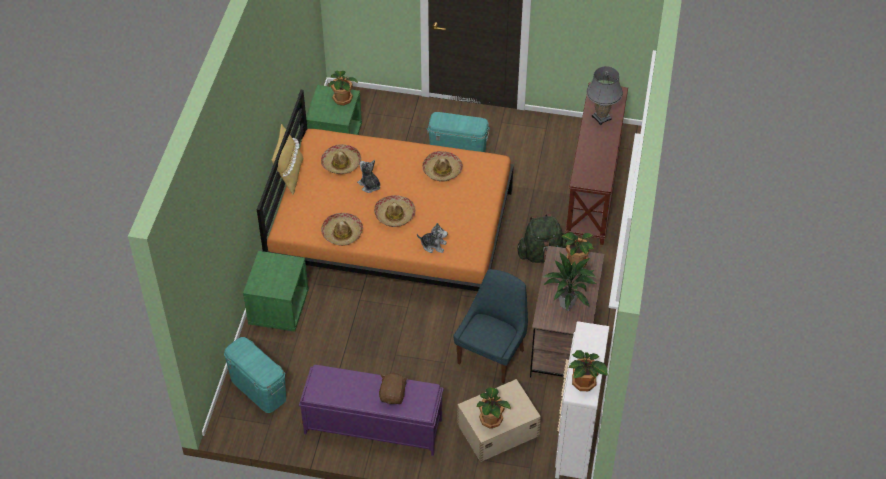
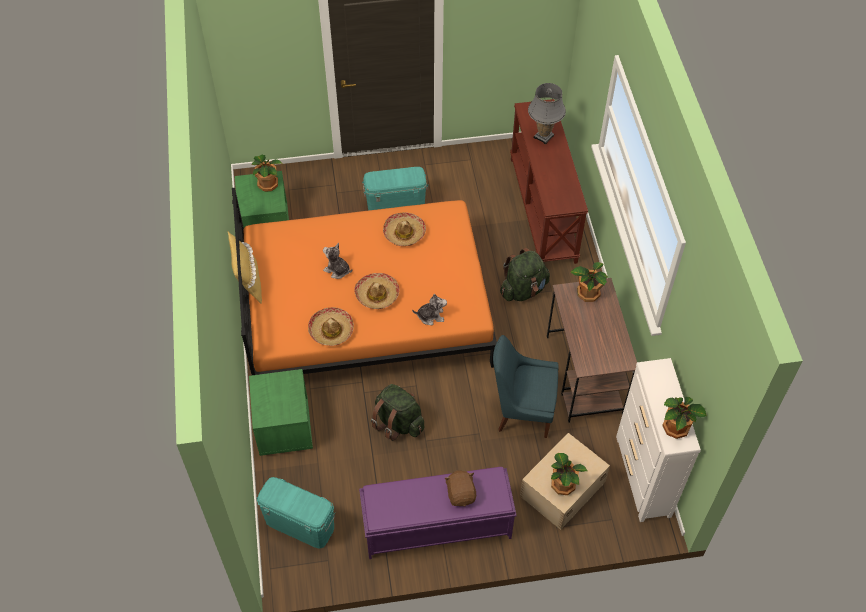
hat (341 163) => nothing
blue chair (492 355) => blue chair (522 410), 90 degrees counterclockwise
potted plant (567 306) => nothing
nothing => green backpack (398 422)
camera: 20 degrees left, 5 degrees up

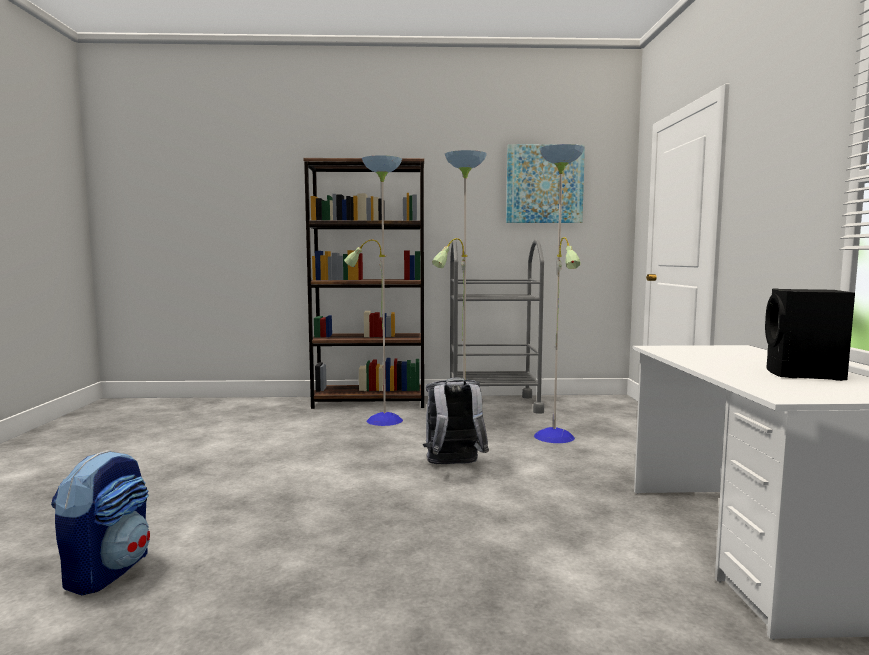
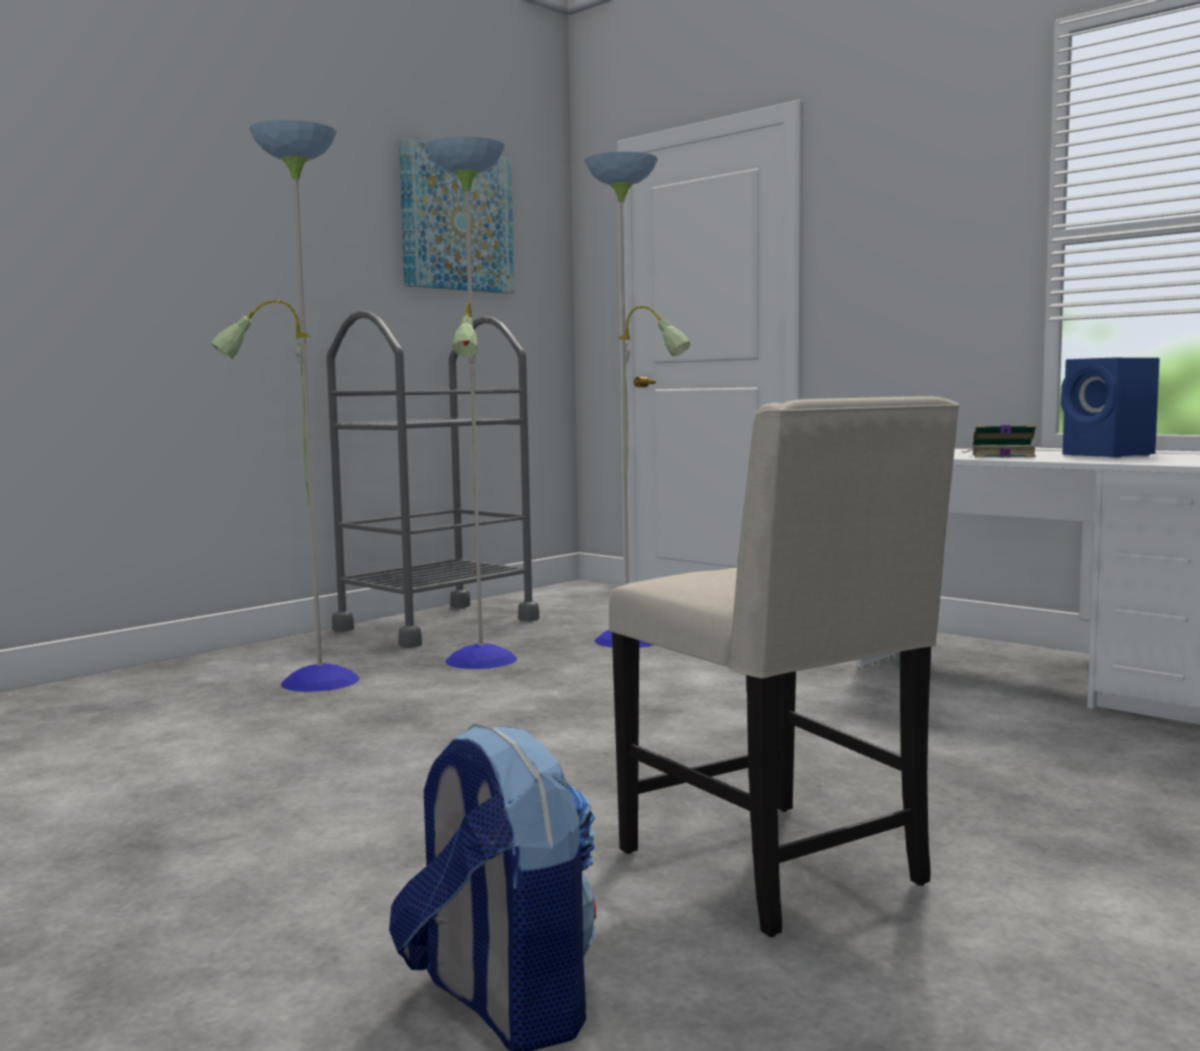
brown bookcase (370 402) => nothing
grey backpack (454 465) => nothing
black speaker (804 374) => blue speaker (1110 455)
nothing => beige chair (778 868)
nothing => book (1001 456)
camera: 45 degrees left, 0 degrees up

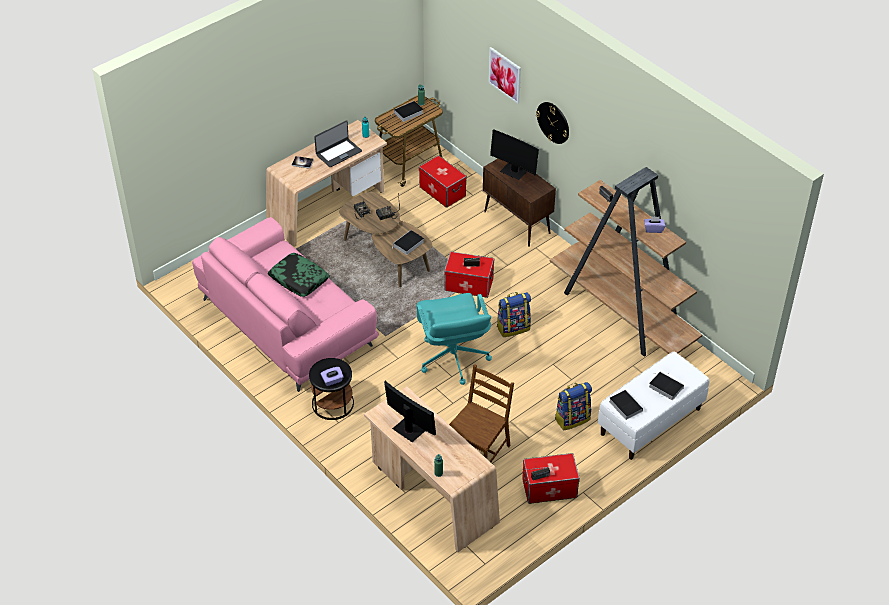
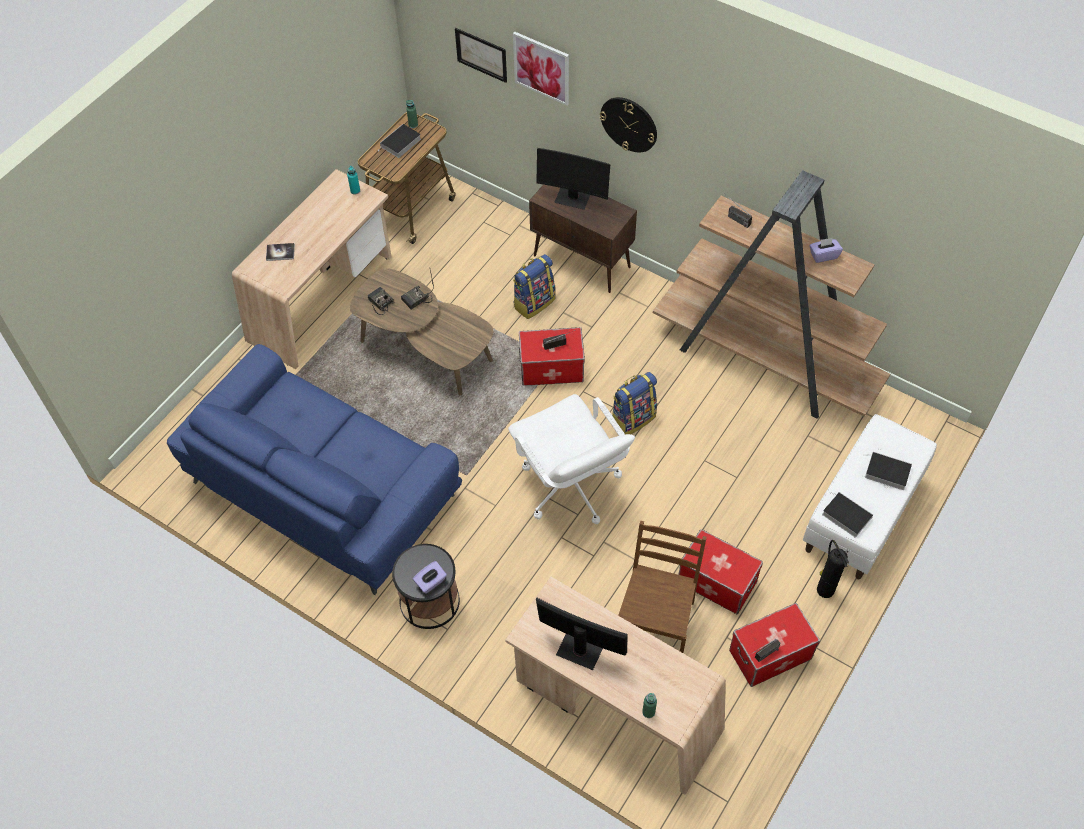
pink sofa (287 322) => blue sofa (323 488)
pillow (298 279) => nothing
laptop (338 153) => nothing
book (408 244) => nothing
turquoise office chair (453 359) => white office chair (570 487)
storage box (442 191) => storage box (717 581), shifted
backpack (572 418) => backpack (534 302), shifted
nothing => picture (481 54)
nothing => fire extinguisher (825 589)
camera: 15 degrees left, 10 degrees up

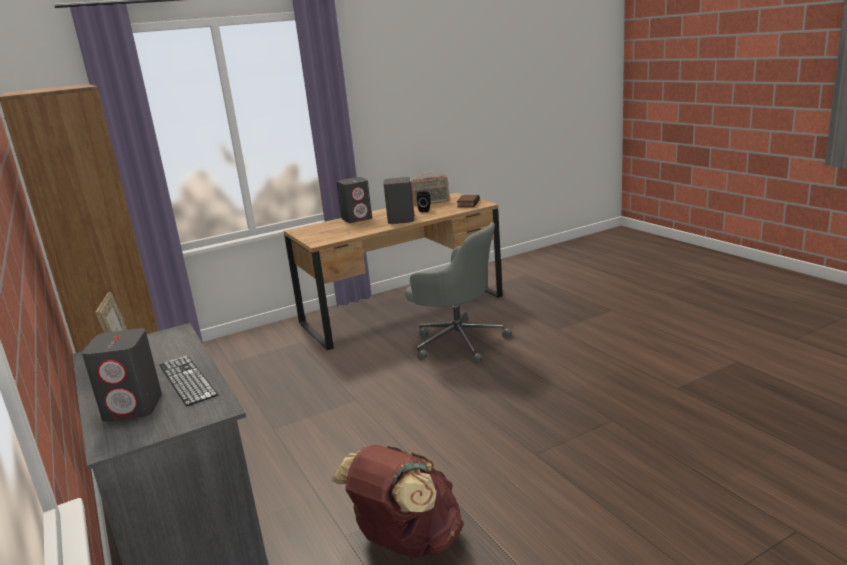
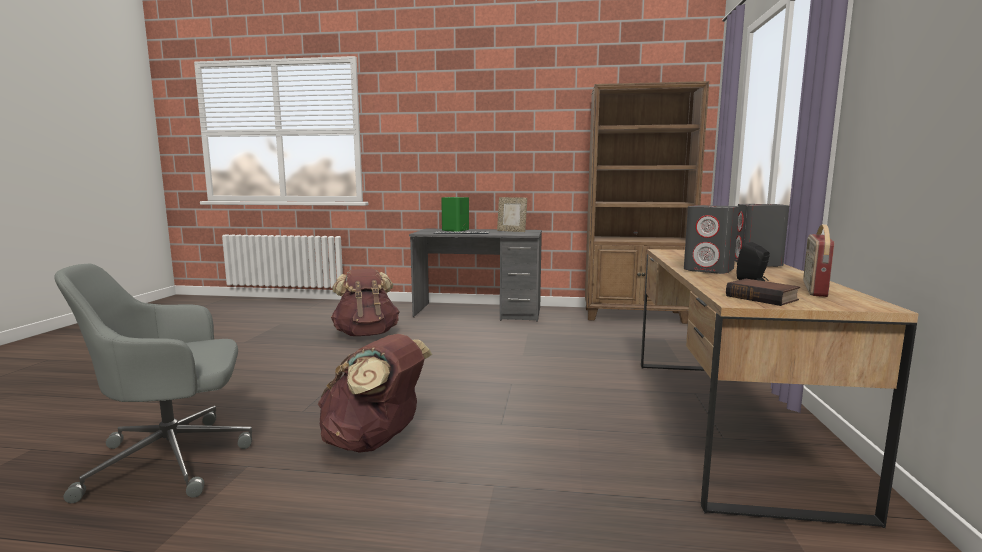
grey speaker (134 407) => green speaker (455 230)
grey office chair (457 342) => grey office chair (174 459), shifted
nothing => brown backpack (375 442)
camera: 125 degrees right, 10 degrees down

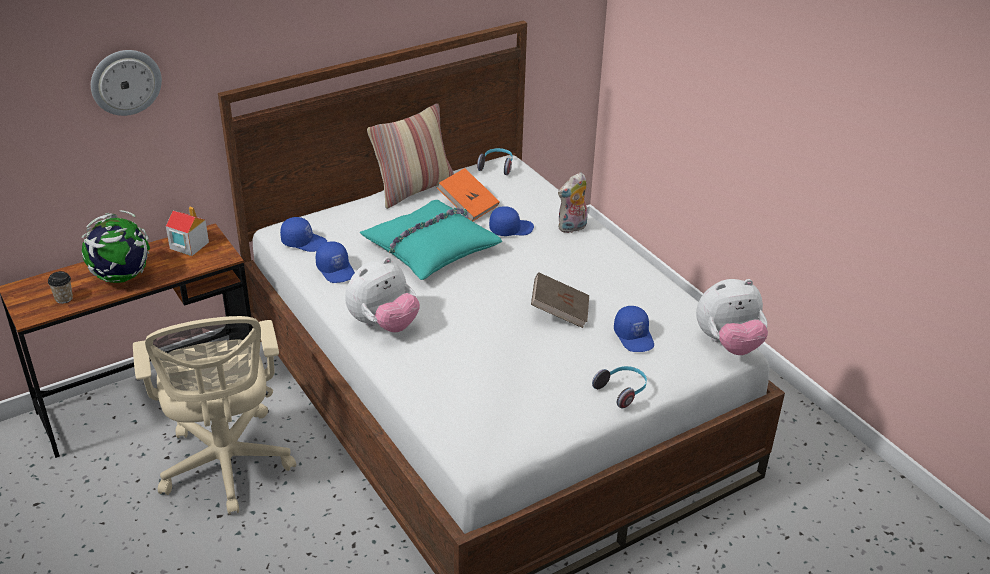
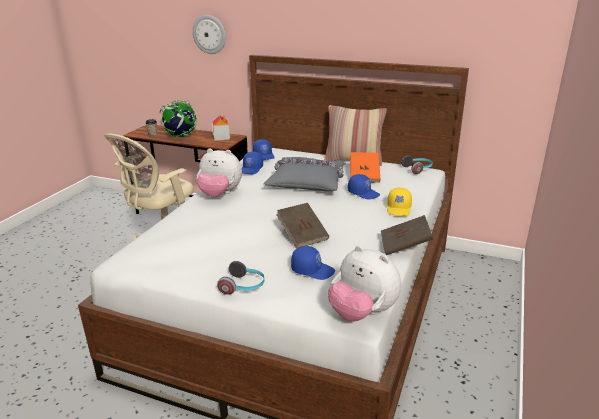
turquoise pillow (430 248) => grey pillow (307 181)
plush toy (572 228) => yellow cap (399 209)
blue cap (634 337) => blue cap (312 270), 105 degrees counterclockwise
nothing => brown book (404 246)
camera: 55 degrees right, 10 degrees down

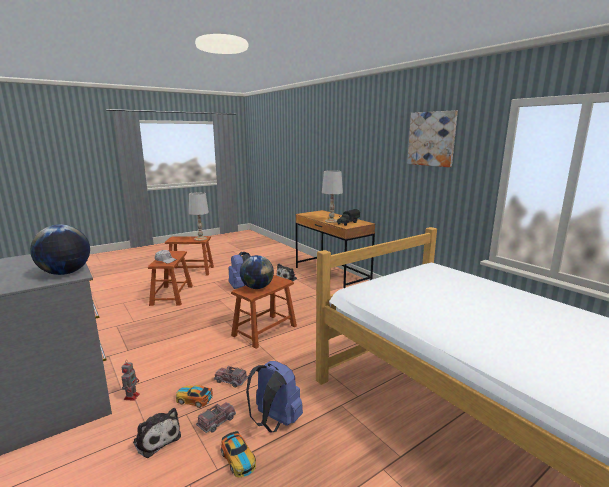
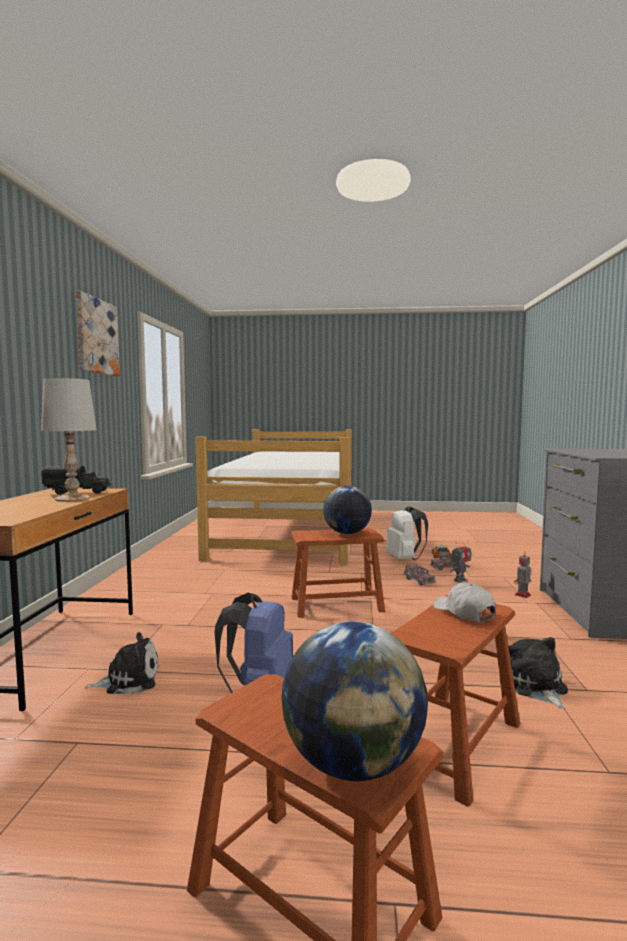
globe (65 273) => globe (353 763), shifted
plush toy (156 438) => plush toy (534 686), shifted
toy car (194 399) => toy robot (460 580)
white table lamp (200 238) => nothing
blue backpack (274 422) => white backpack (404 559)
camera: 140 degrees left, 10 degrees down

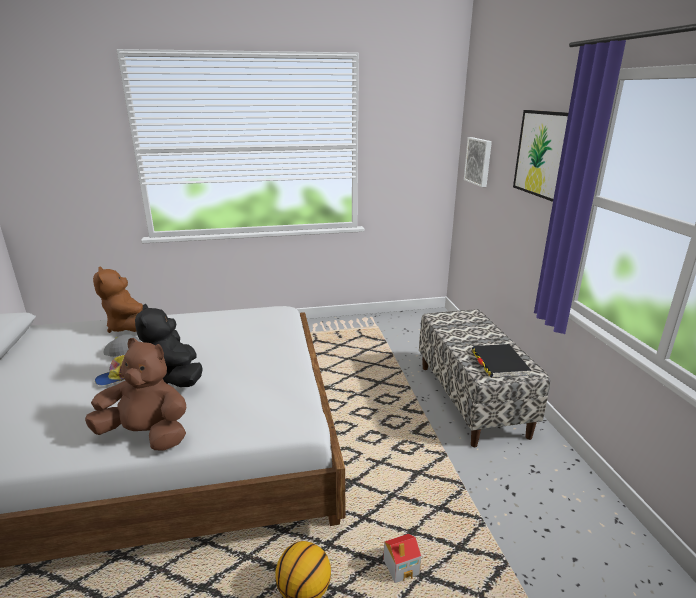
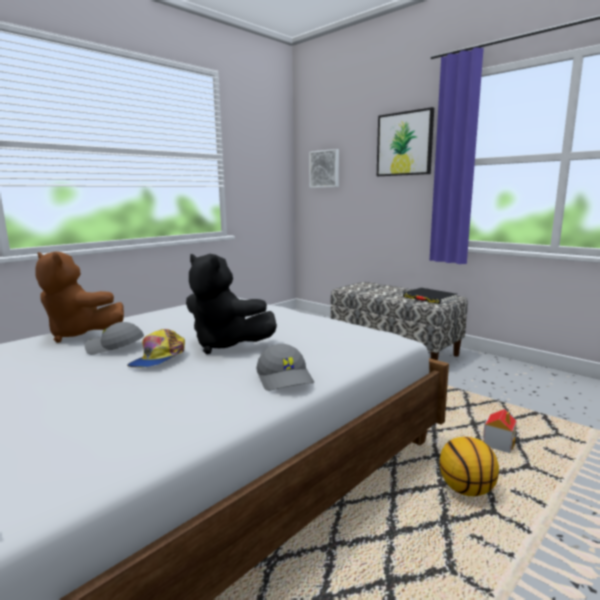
brown plush toy (147 434) => grey cap (285 378)
camera: 35 degrees left, 10 degrees down

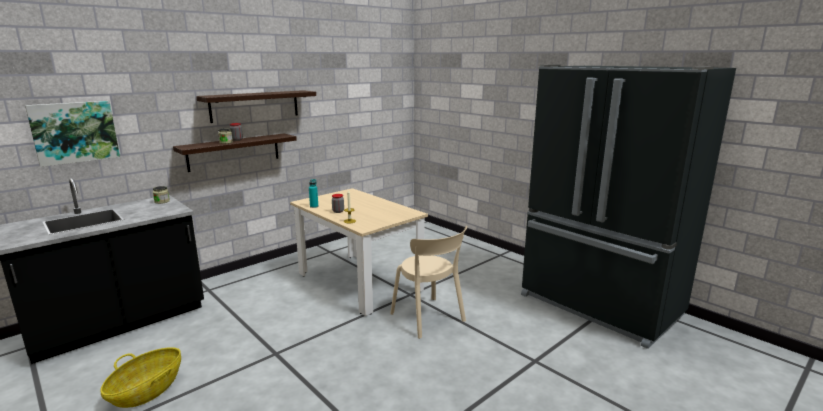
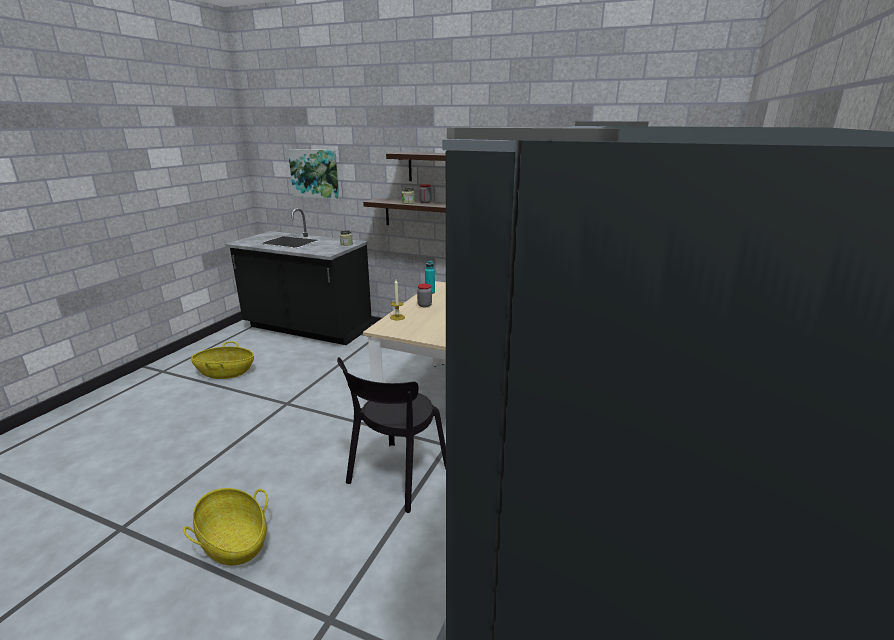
beige chair (429 319) => black chair (395 478)
nothing => basket (234 542)
camera: 65 degrees right, 5 degrees up

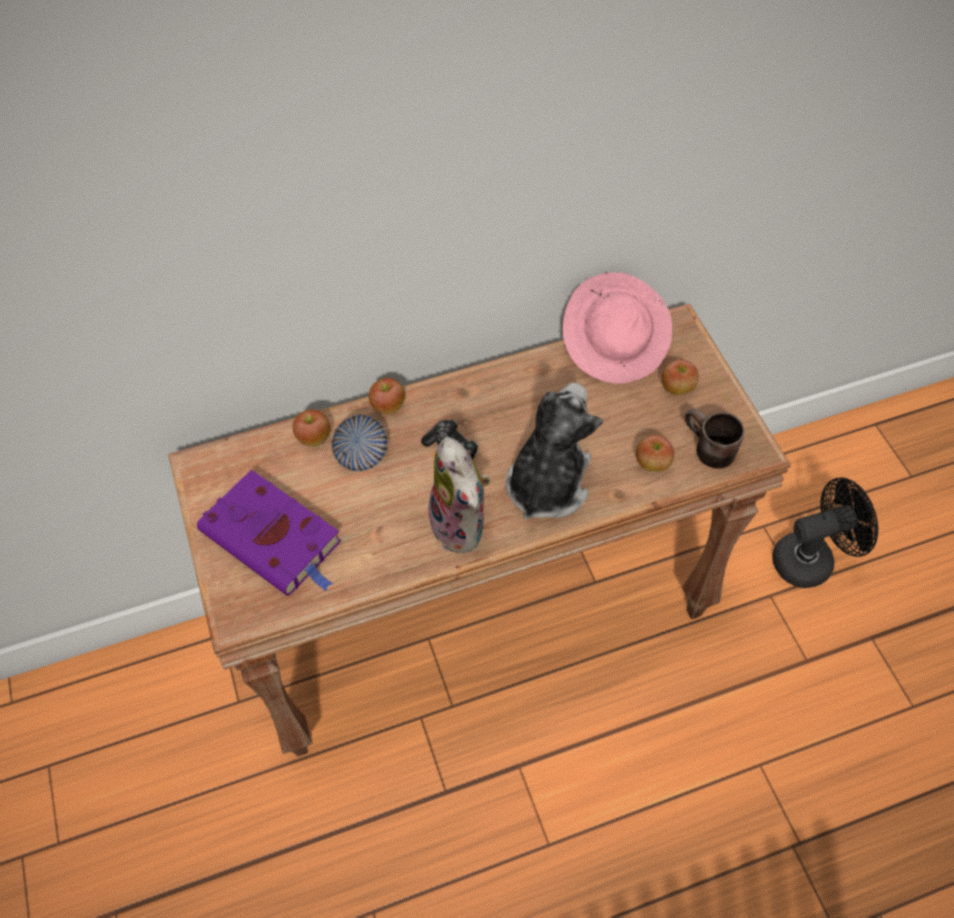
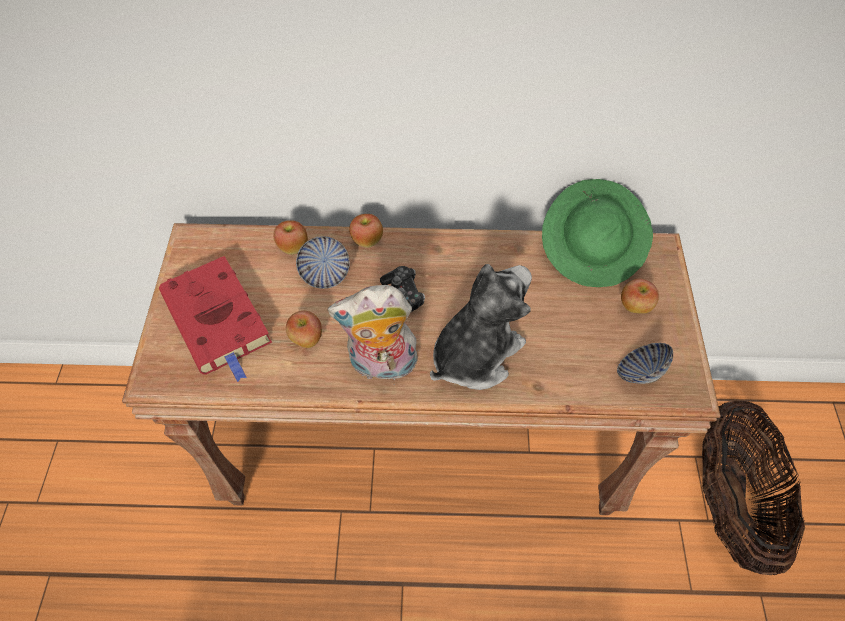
purple book (274 538) => red book (219 321)
plush toy (462 526) => plush toy (381 366), 90 degrees clockwise
pink hat (615 345) => green hat (592 250)
apple (652 464) => apple (306 339), shifted
brown mug (706 450) => bowl (639 373)
black fan (811 559) => basket (729 501)
camera: 20 degrees right, 0 degrees up

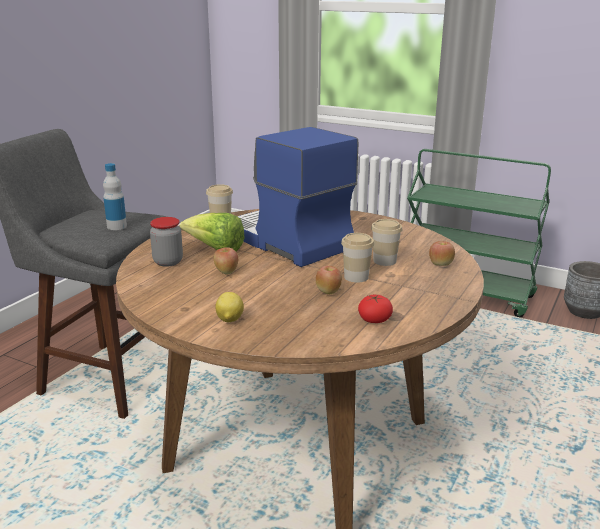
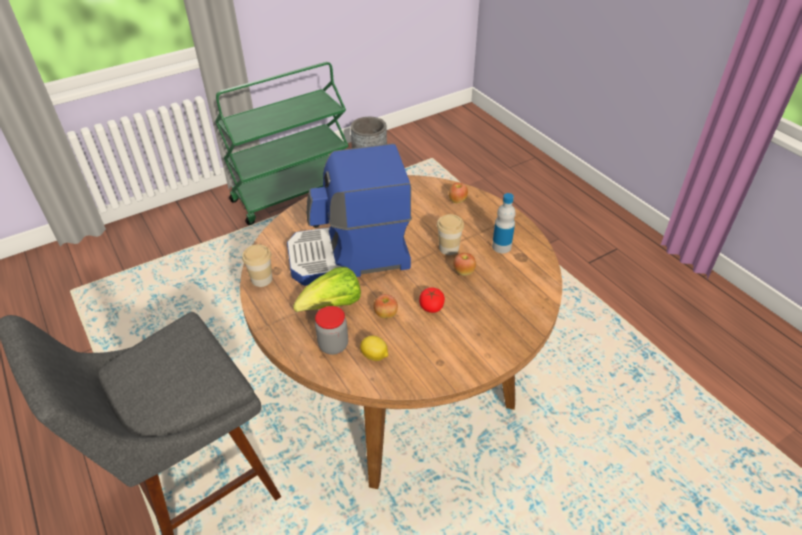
bottle (116 226) => bottle (501 246), shifted
lemon (229 320) => lemon (375 356), shifted
tomato (374 320) => tomato (431 306), shifted
cup (384 261) => nothing
camera: 60 degrees left, 20 degrees up

